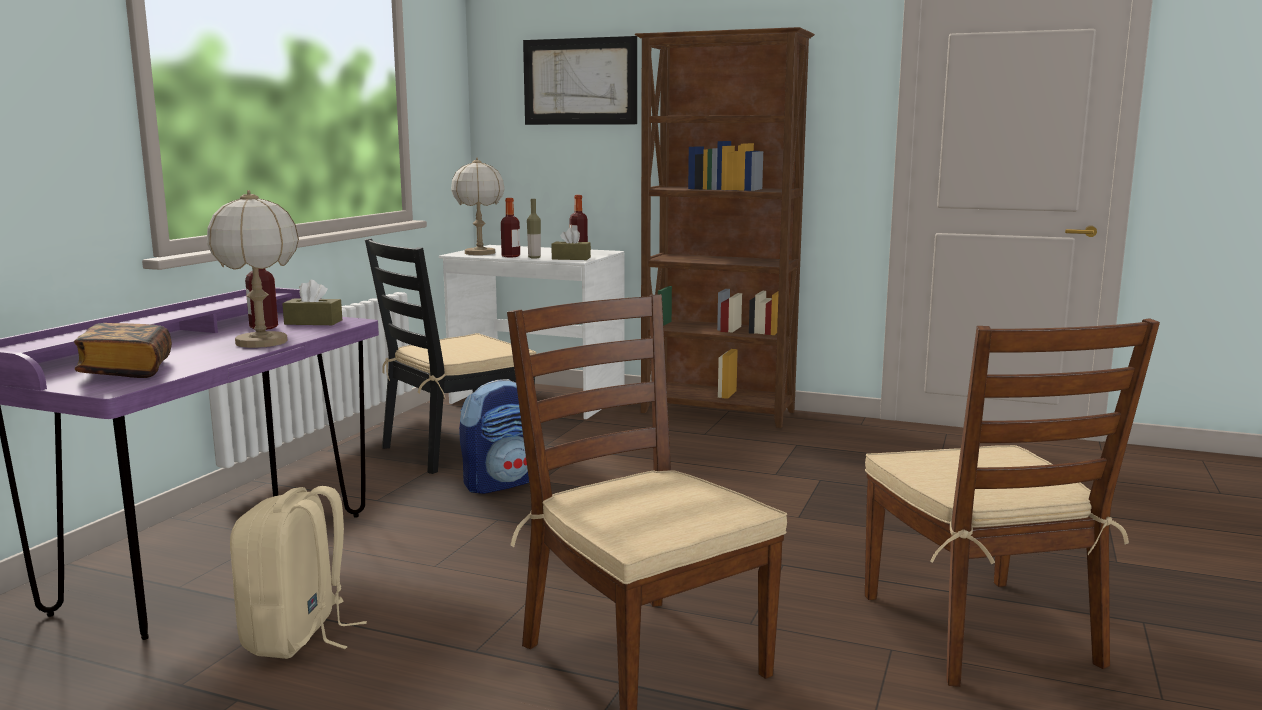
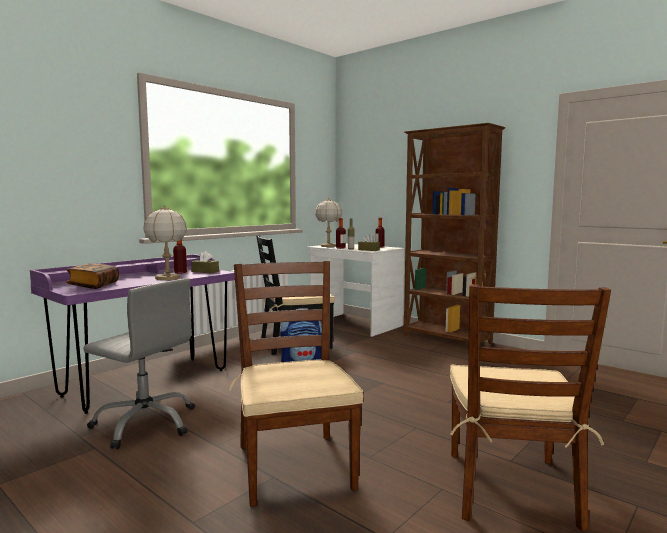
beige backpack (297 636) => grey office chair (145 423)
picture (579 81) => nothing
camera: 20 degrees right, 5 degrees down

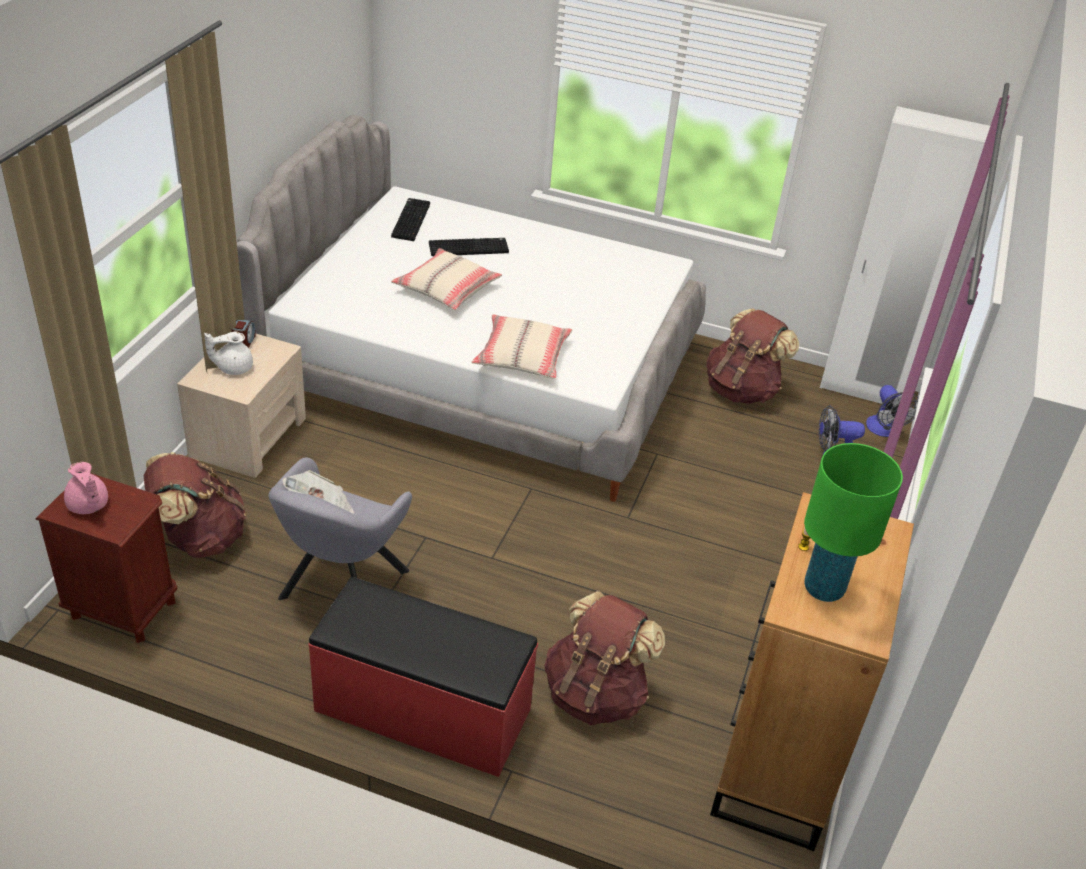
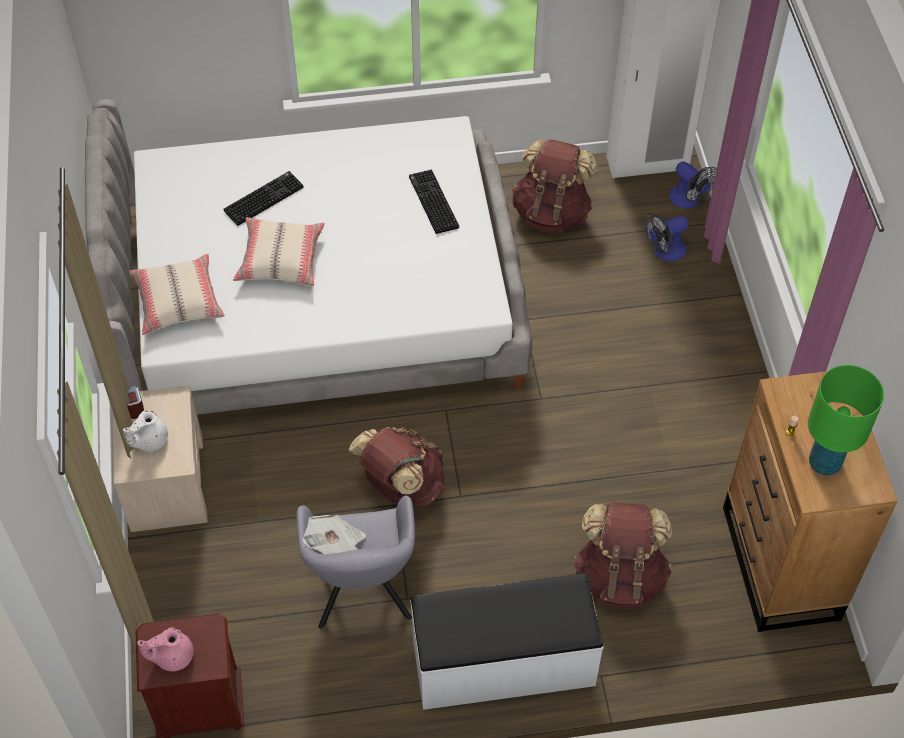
pink teapot (88 506) => pink teapot (172 656), 135 degrees clockwise
brown backpack (199 538) => brown backpack (401 486), shifted
red bench (422 711) => white bench (503 663)
keyboard (410 220) => keyboard (432 202), shifted
beige pillow (522 356) => beige pillow (177 301), shifted
camera: 25 degrees left, 15 degrees up

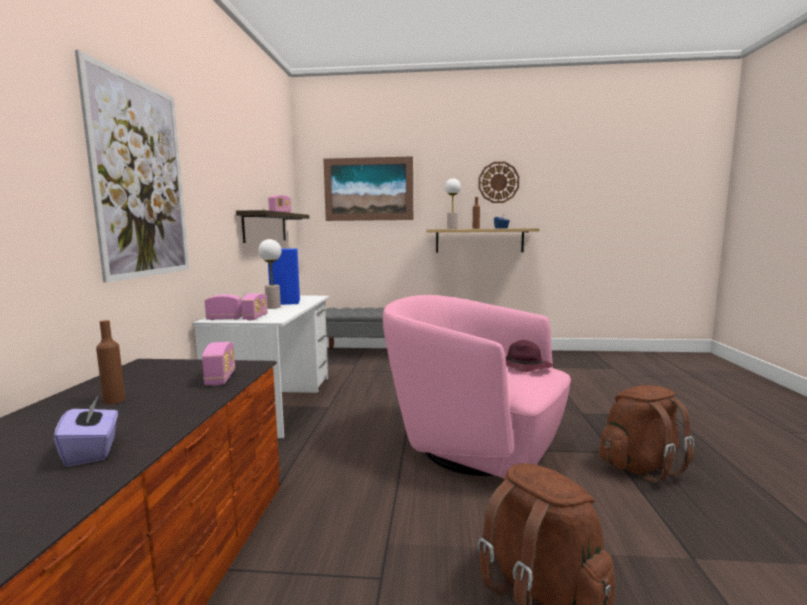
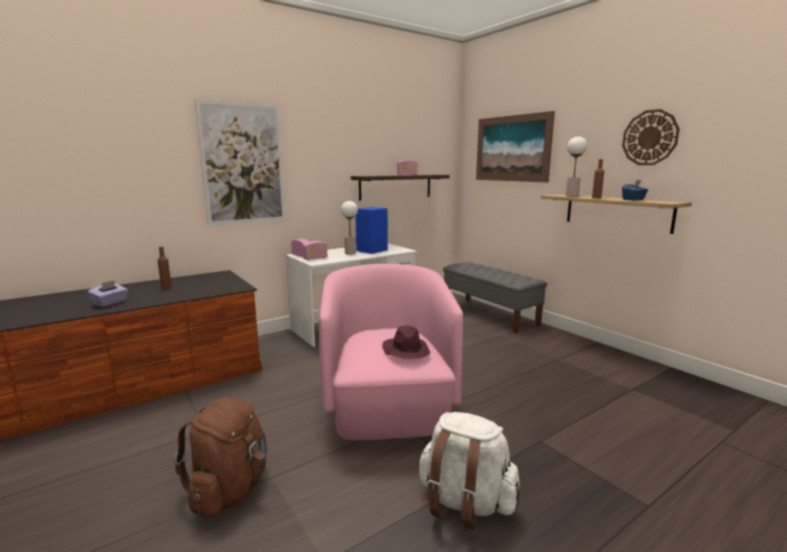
radio (221 378) => nothing
brown backpack (640 466) => white backpack (464 503)
camera: 50 degrees right, 5 degrees up

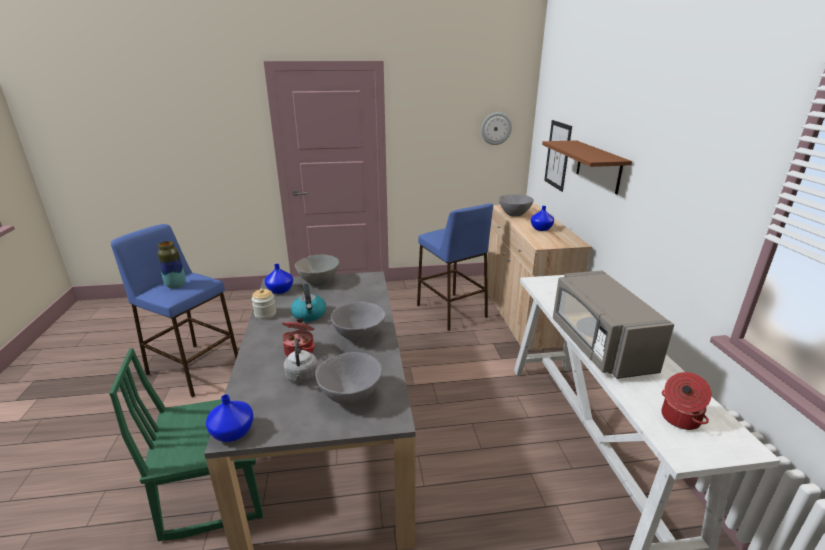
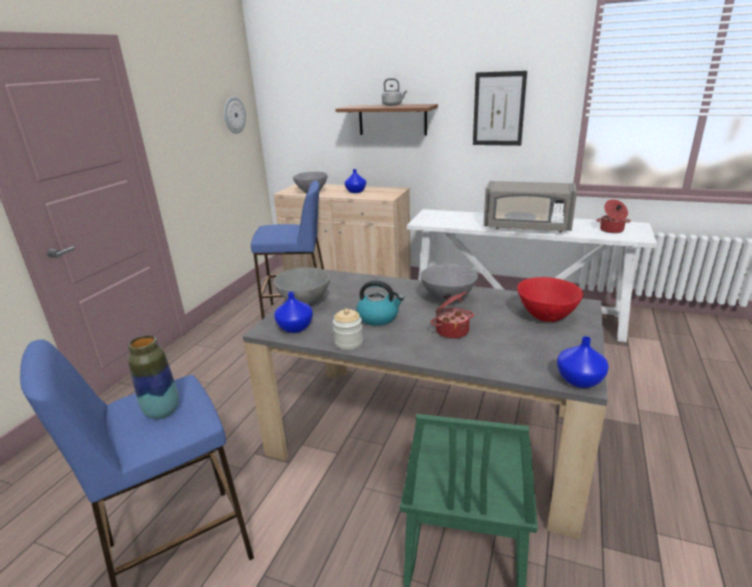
grey kettle (301 377) => grey kettle (393 105), shifted
grey bowl (351 397) => red bowl (546 317)
picture (557 155) => picture (498 109), shifted
camera: 60 degrees left, 0 degrees up

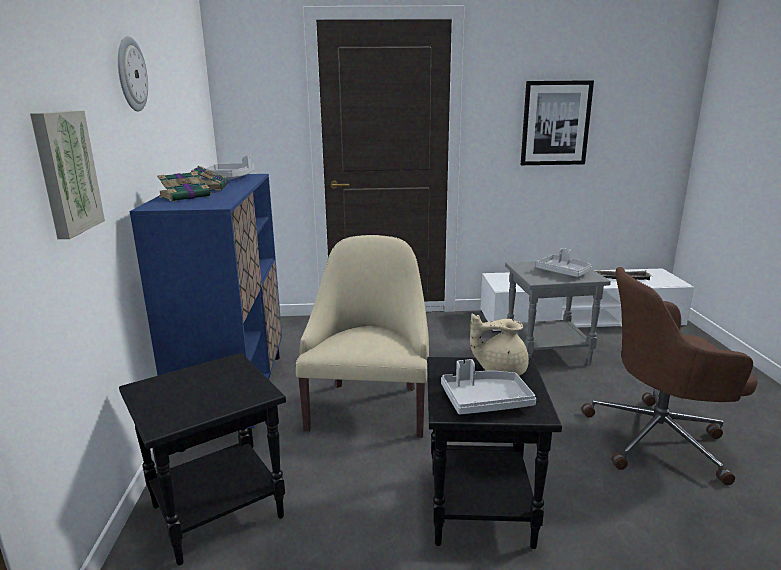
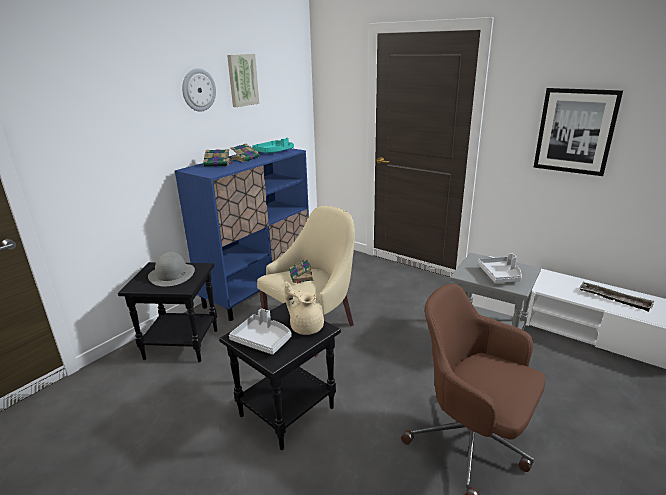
picture (65 172) => picture (242 80), shifted
grey tray (229 179) => turquoise tray (273 152)
nothing => grey hat (172 274)
nothing => book (301 276)
camera: 40 degrees right, 5 degrees up

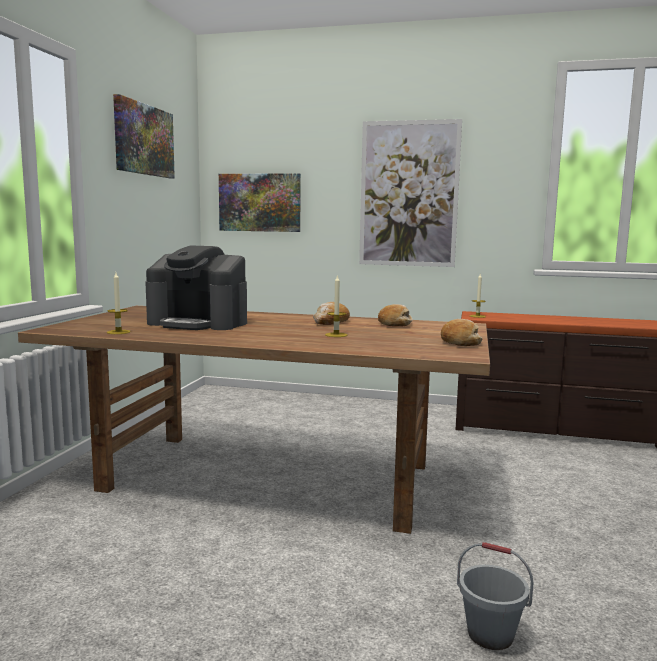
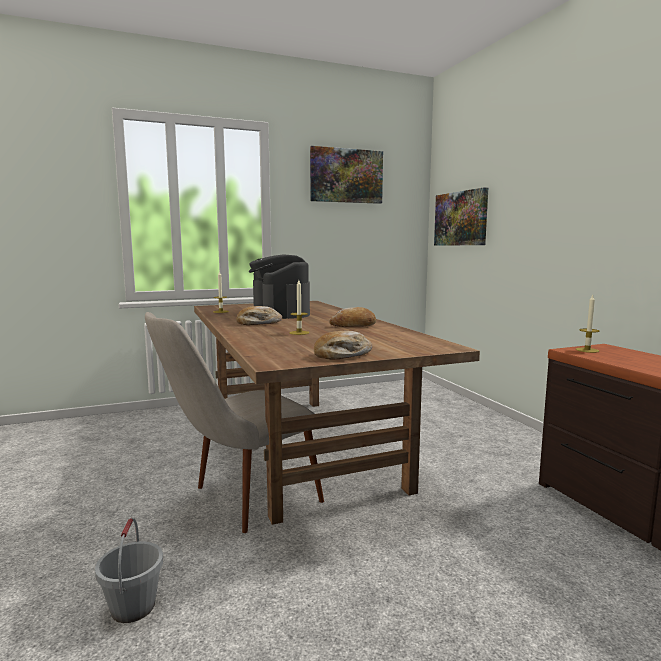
picture (408 194) => nothing
bread (395 324) => bread (258 323), shifted
nothing => beige chair (238 501)
camera: 55 degrees right, 0 degrees up

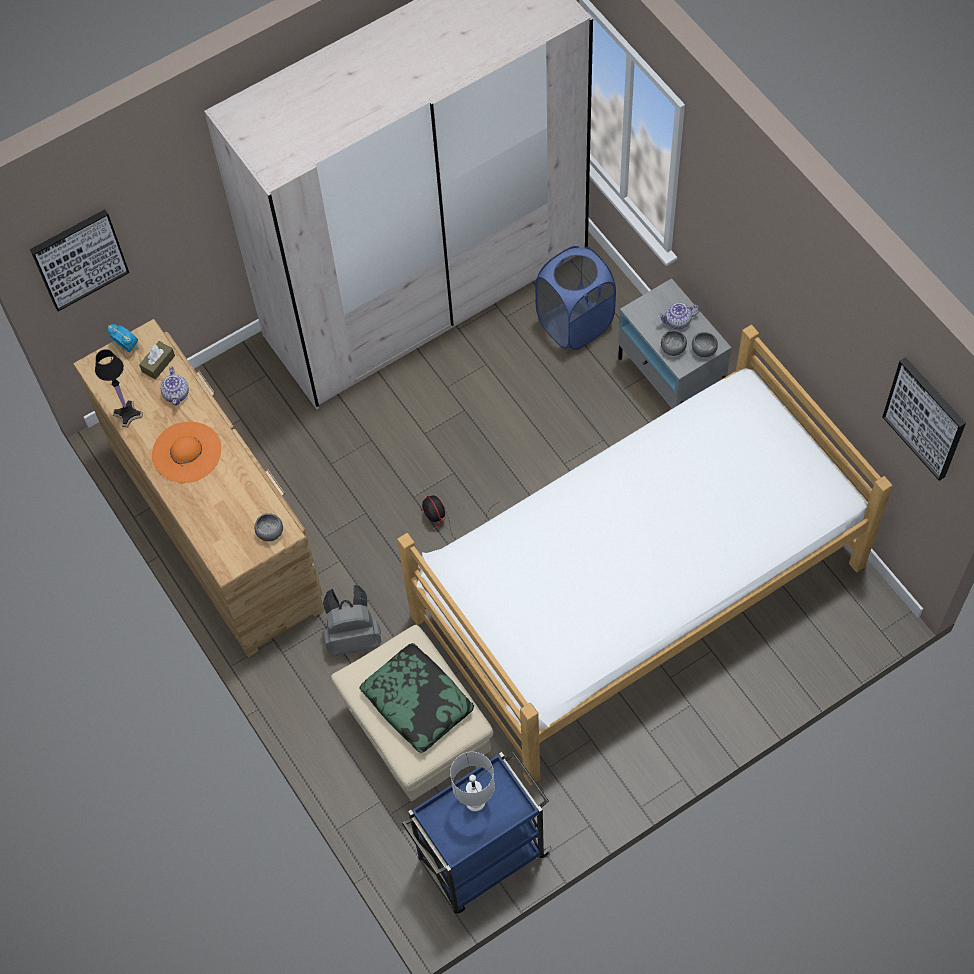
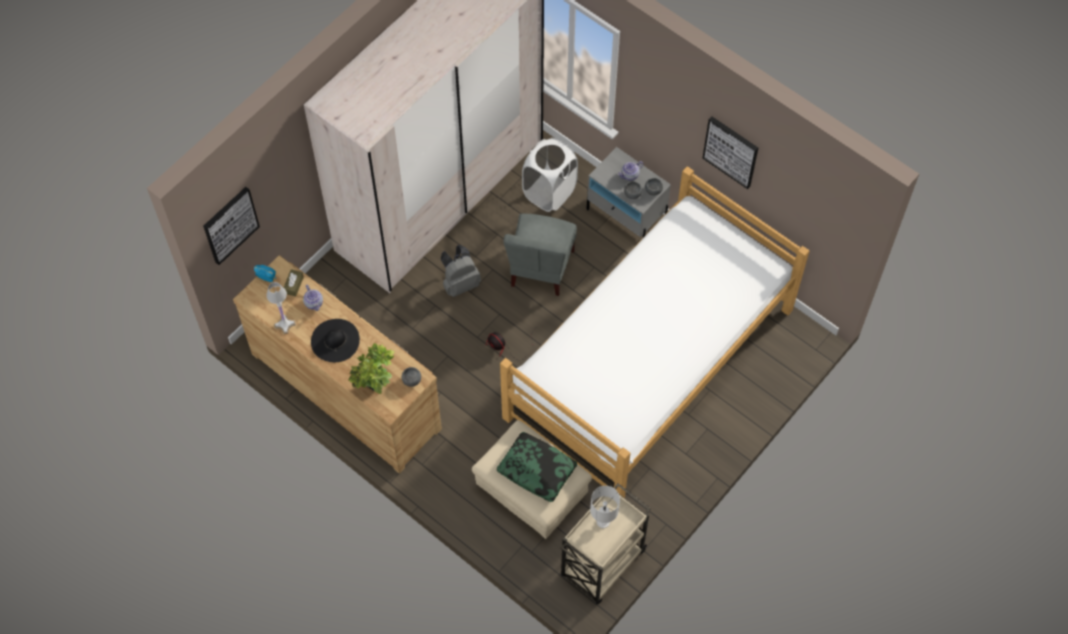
black table lamp (127 414) => white table lamp (284 324)
orange hat (186 452) => black hat (335 340)
grey backpack (353 636) => grey backpack (460 283), shifted
blue cart (481 859) => beige cart (602 565)
blue laundry basket (575 323) => white laundry basket (549 192)
picture (925 418) => picture (731 151), shifted
nothing => potted plant (376 388)
nothing => grey chair (541 268)
camera: 20 degrees left, 0 degrees up

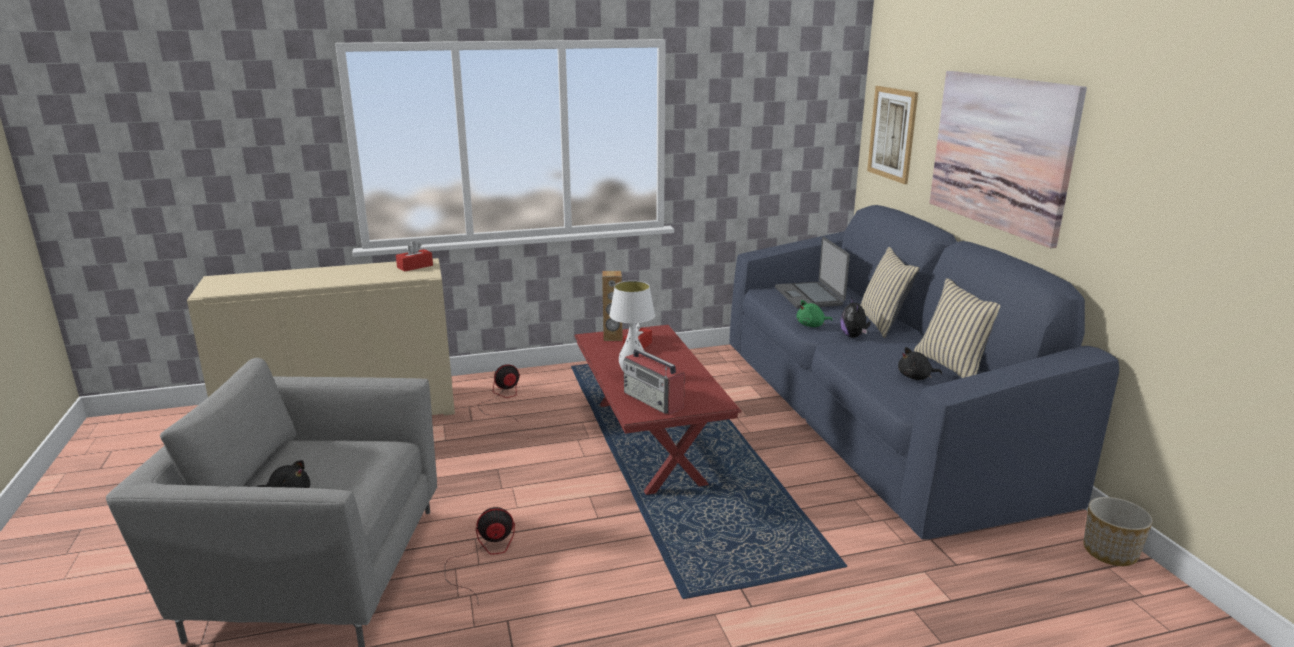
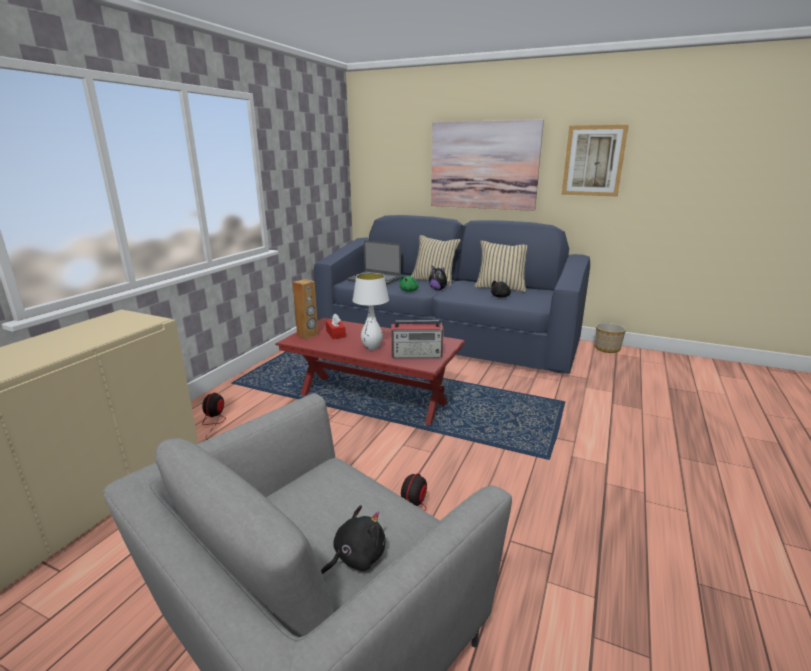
red tissue box (415 266) => nothing
picture (892 134) => picture (593 161), shifted
camera: 50 degrees left, 0 degrees up

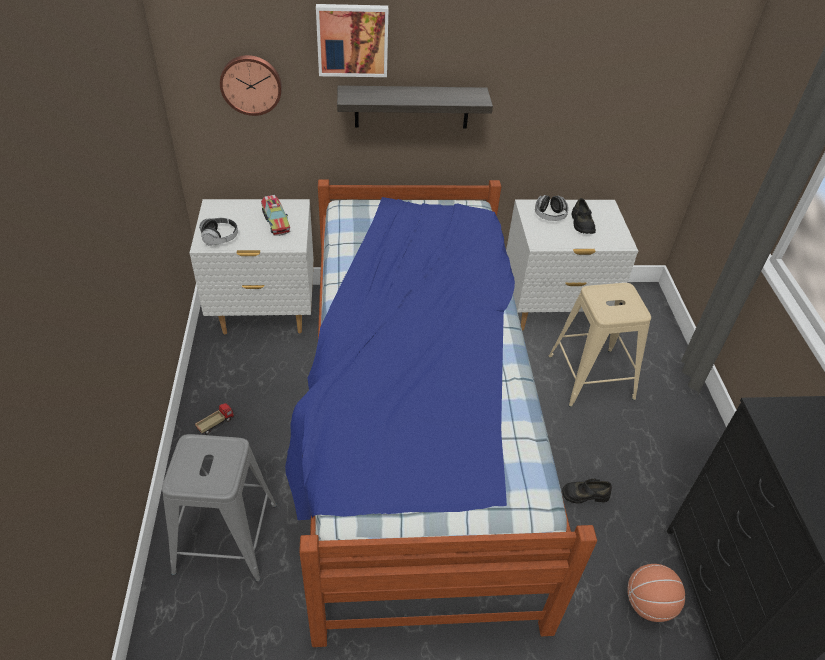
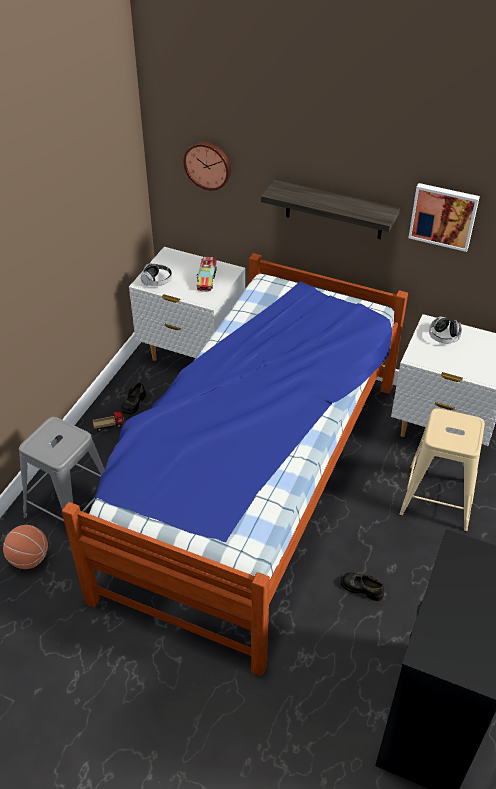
picture (352 40) => picture (443 215), shifted
black shoe (581 223) => black shoe (133 403), shifted
basketball (648 604) => basketball (29 558), shifted
camera: 30 degrees right, 0 degrees up

